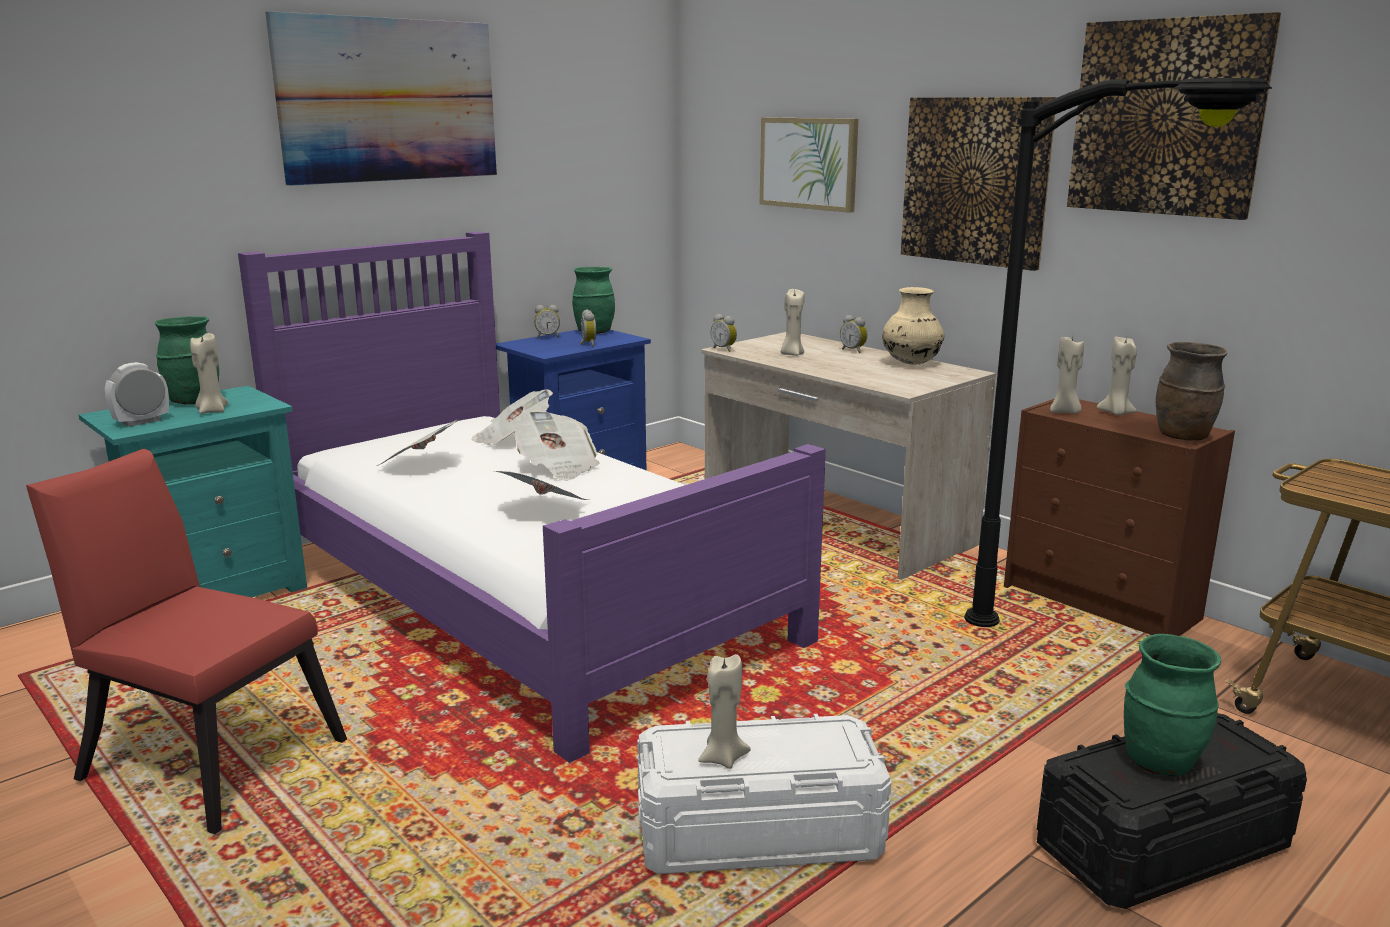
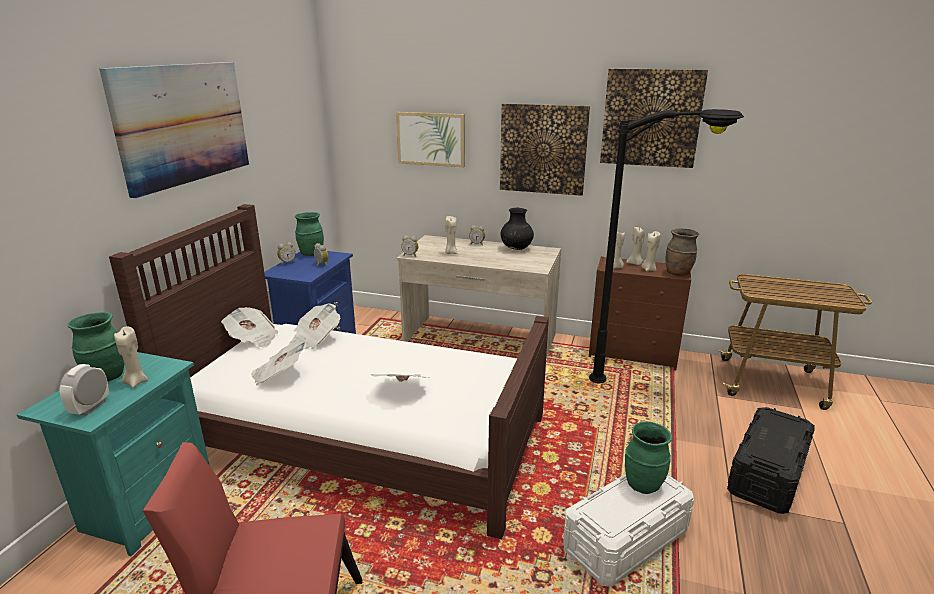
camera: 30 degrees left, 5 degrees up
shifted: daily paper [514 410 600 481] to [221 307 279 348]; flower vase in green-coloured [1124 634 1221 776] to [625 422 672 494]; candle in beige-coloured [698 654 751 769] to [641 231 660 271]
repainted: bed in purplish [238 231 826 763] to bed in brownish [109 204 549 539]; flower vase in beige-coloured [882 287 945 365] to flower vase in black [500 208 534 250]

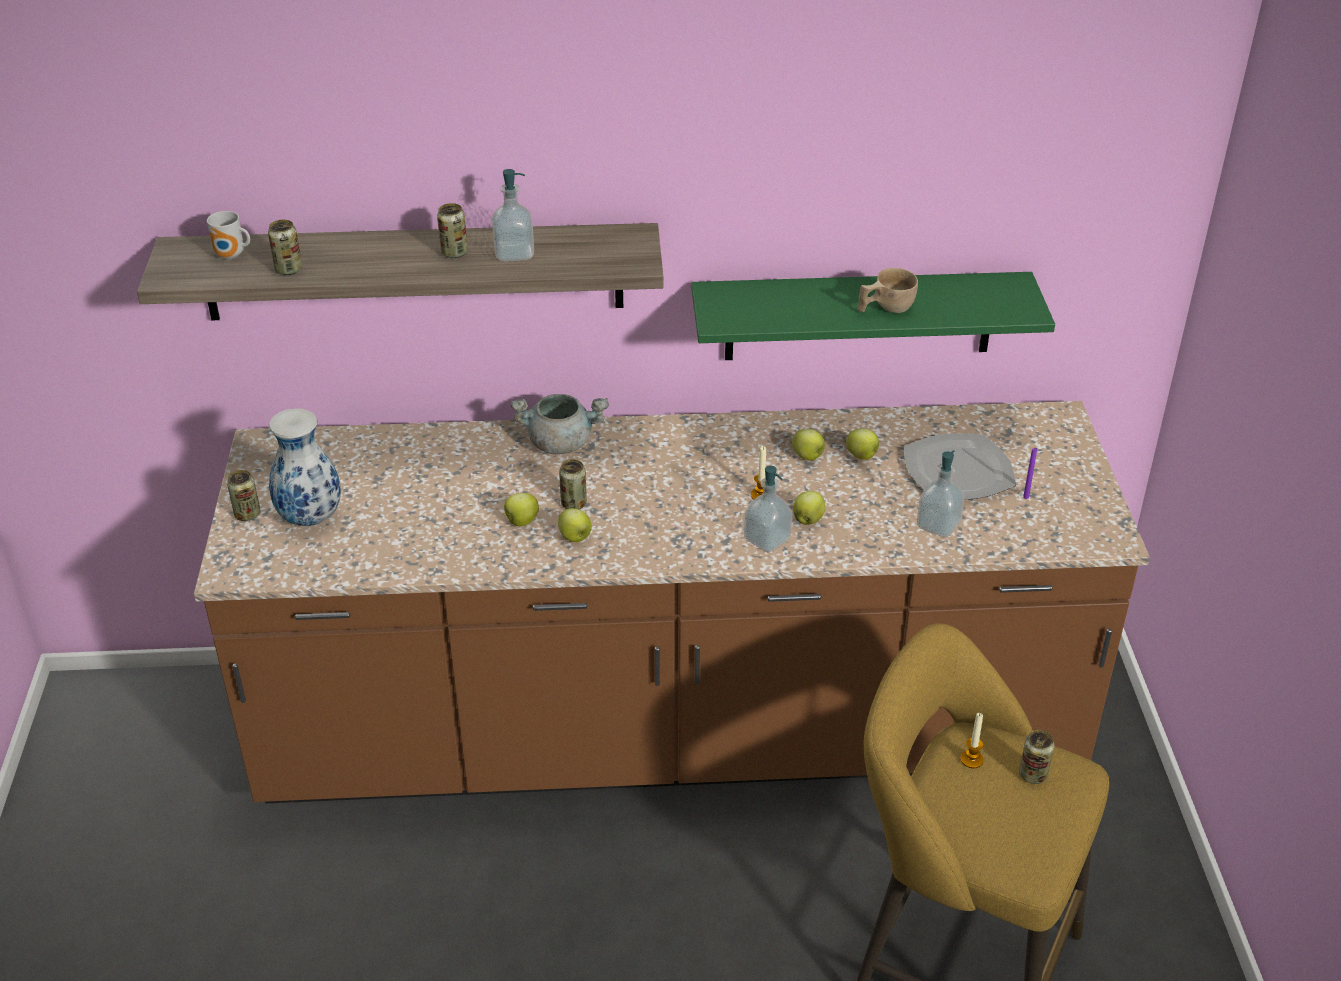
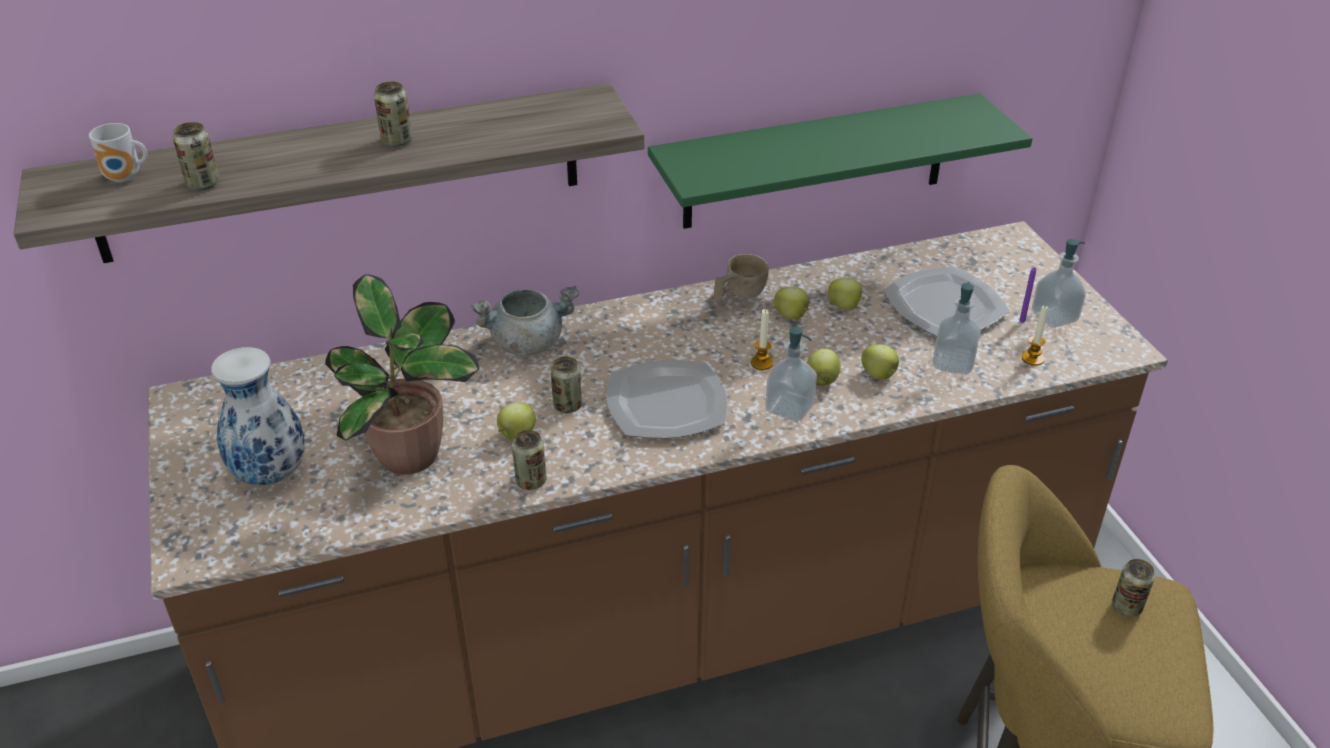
camera: 15 degrees left, 0 degrees up
new: potted plant [325 274 479 475]; flat dish [607 360 728 438]
shifted: can [227 470 261 521] to [512 430 547 490]; drinking cup in beige-coloured [857 268 918 313] to [713 254 769 302]; apple [558 508 592 542] to [862 344 899 379]; candle [960 713 984 768] to [1022 305 1048 366]; soap bottle [492 169 534 262] to [1032 239 1086 328]

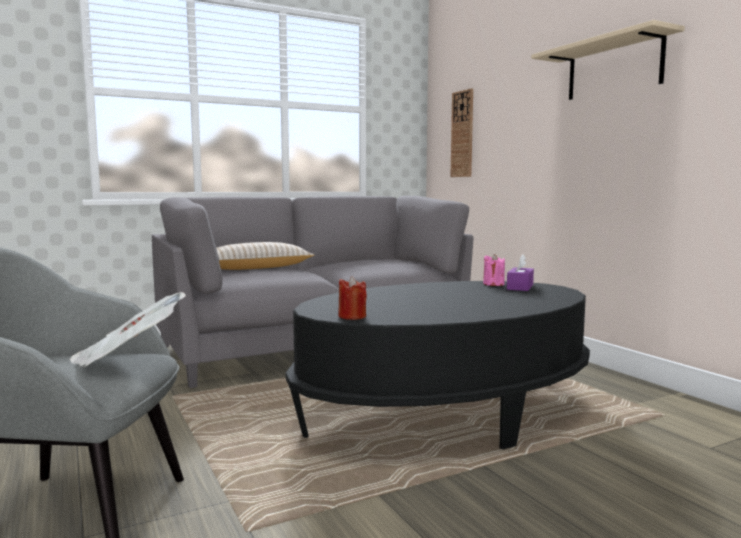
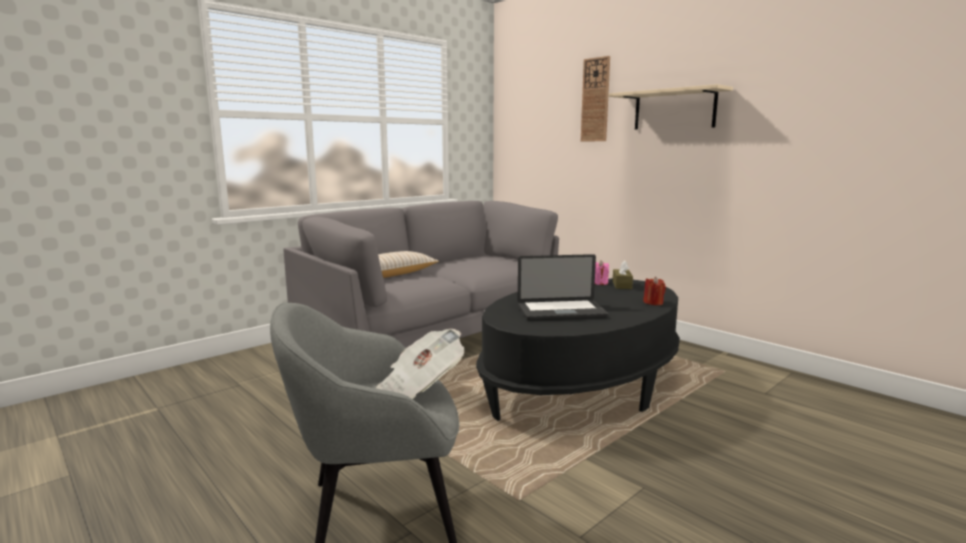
camera: 15 degrees left, 5 degrees up
new: portable computer [518 254 609 321]
shifted: clock on the wall [450 88 473 177] to [581 56 610 141]; candle in reddish [338 276 367 320] to [643 277 666 305]
repainted: box of tissues in purplish [507 254 534 291] to box of tissues in brownish [613 261 633 289]

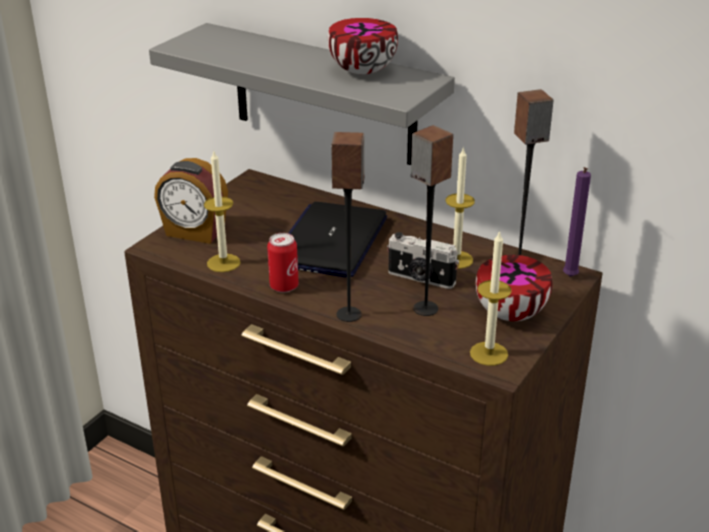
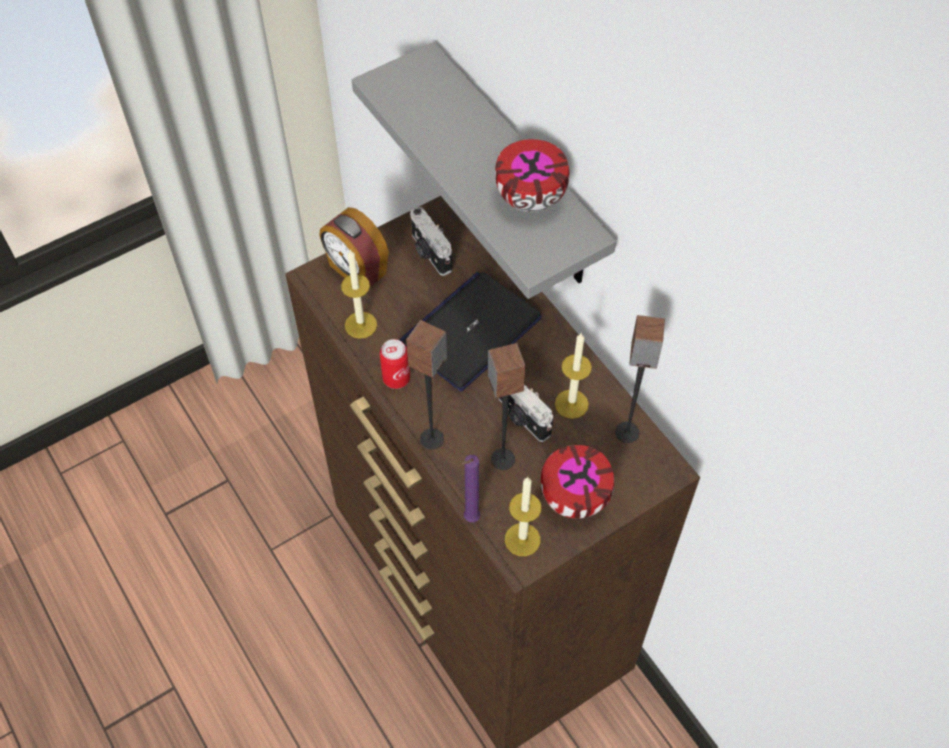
camera: 25 degrees right, 25 degrees up
new: photo camera [410 207 452 276]
shifted: candle in purplish [563 167 591 277] to [461 455 480 522]

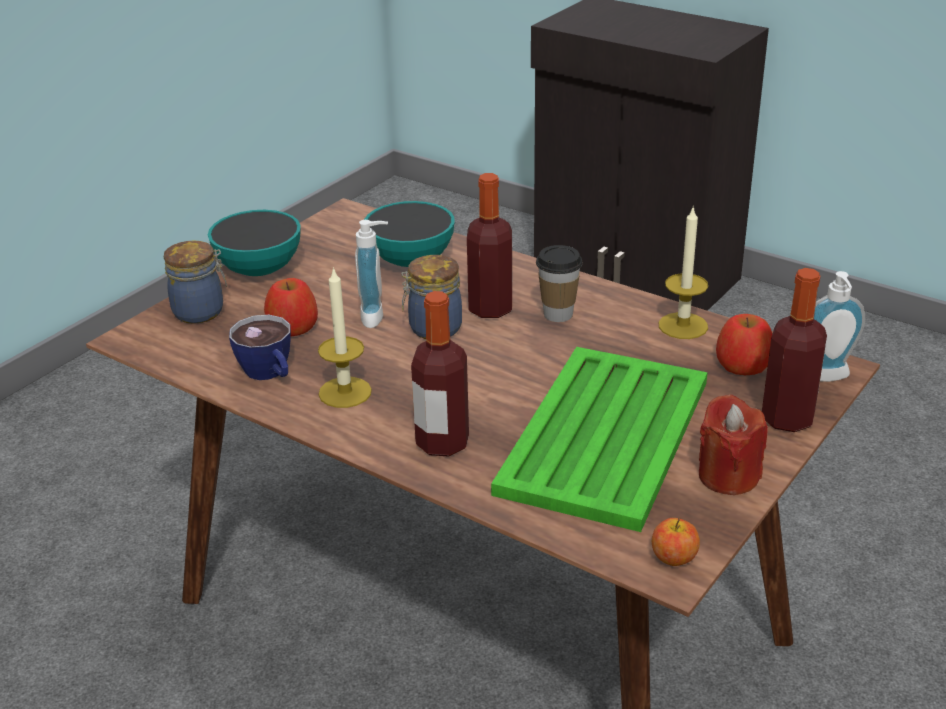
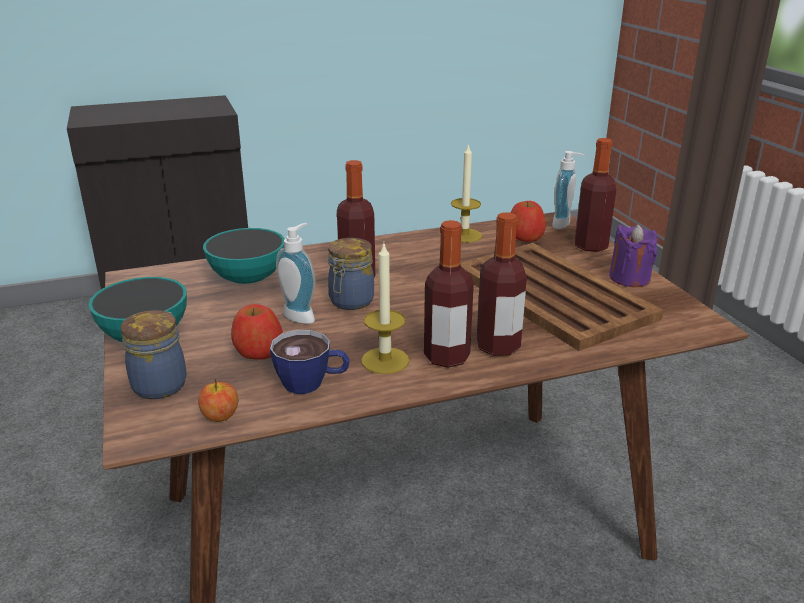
camera: 55 degrees left, 5 degrees down
gone: drinking cup [536 245 583 322]
new: bottle [424 220 474 368]
shifted: apple [652 517 700 566] to [198 379 239 422]
repainted: serving tray in green-coloured [491 347 708 532] to serving tray in brownish [461 243 664 351]; candle in reddish [699 395 768 495] to candle in purplish [609 224 658 287]

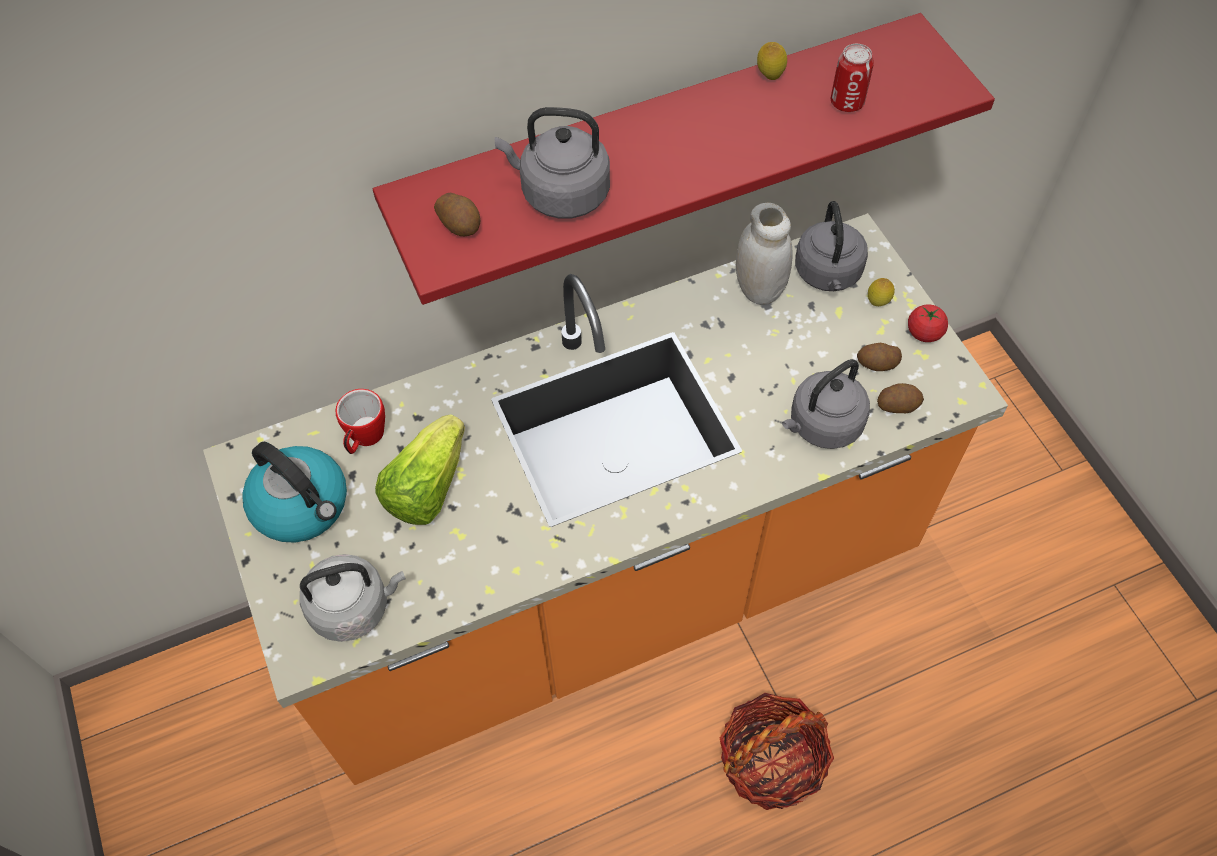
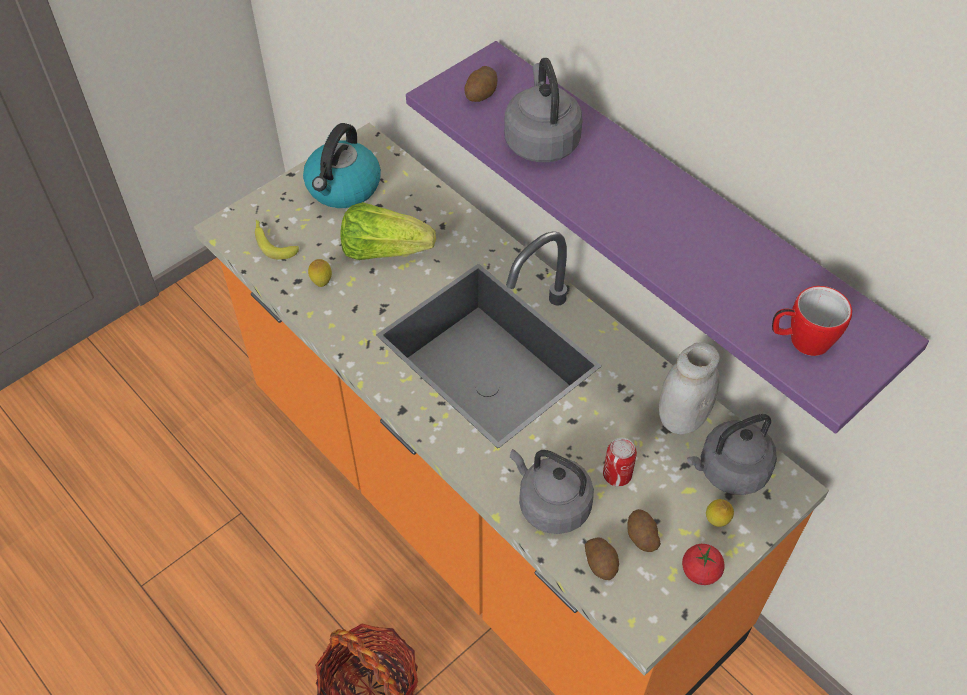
camera: 70 degrees right, 5 degrees down
shifted: lemon [757 42 787 80] to [308 259 332 287]; can [831 44 874 112] to [603 438 637 486]; mug [335 389 385 454] to [772 286 852 356]
swapped: tea kettle in gray [300 554 406 642] to banana [255 220 299 260]
repainted: shelf in reddish [373 13 995 305] to shelf in purplish [406 41 929 434]

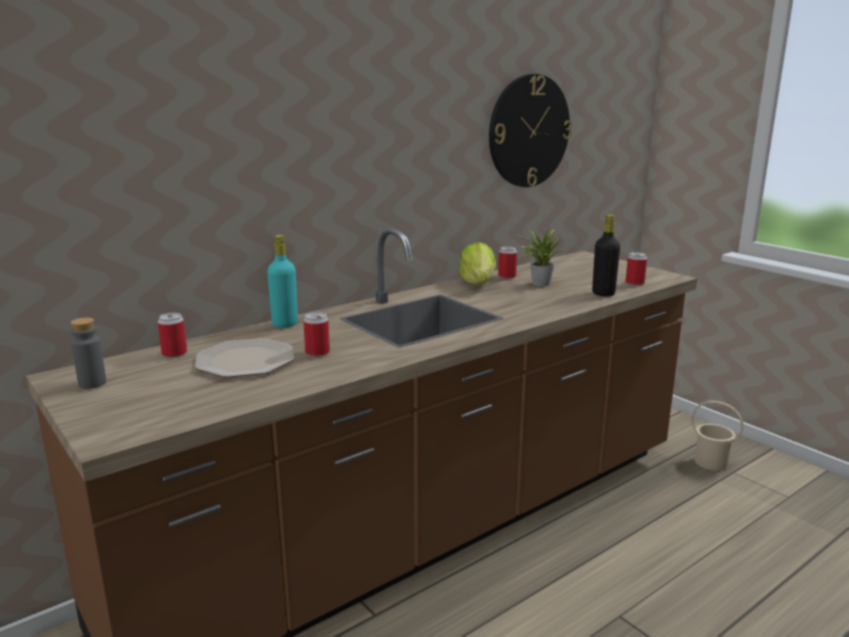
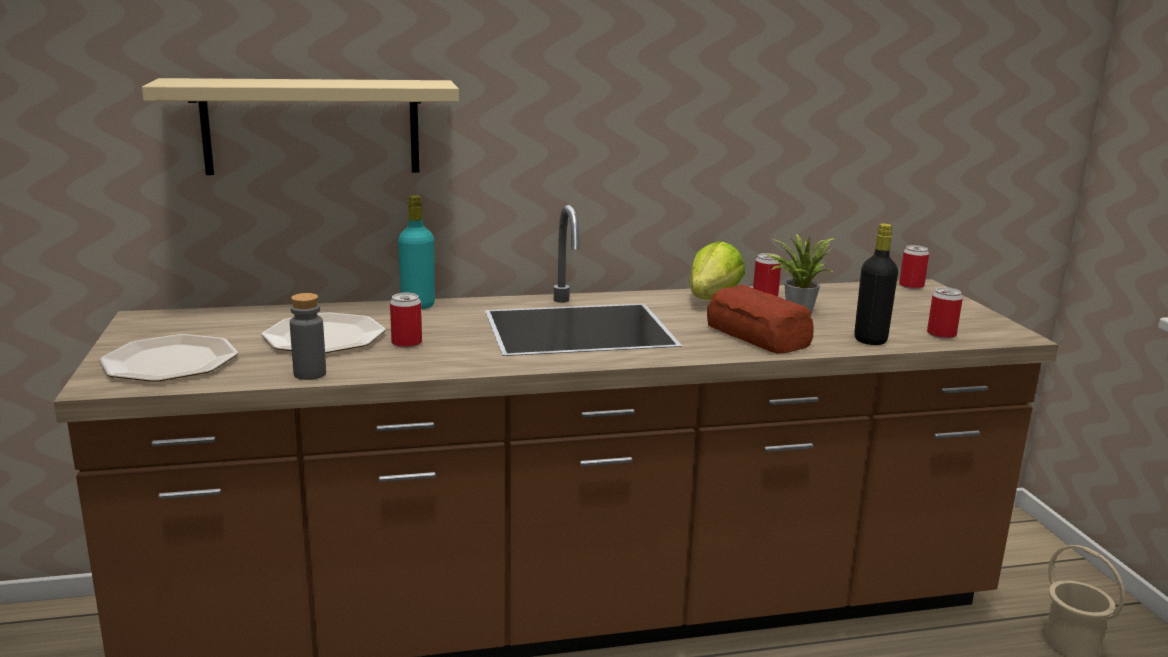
camera: 25 degrees right, 0 degrees up
gone: clock on the wall [489 74 572 187]
new: flat dish [99 334 238 382]; shelf in beige-coloured [142 78 459 175]; baked bread [707 285 814 354]
shifted: bottle in gray [70 318 106 389] to [290 293 326 380]; can [158 313 187 358] to [899 245 929 289]

